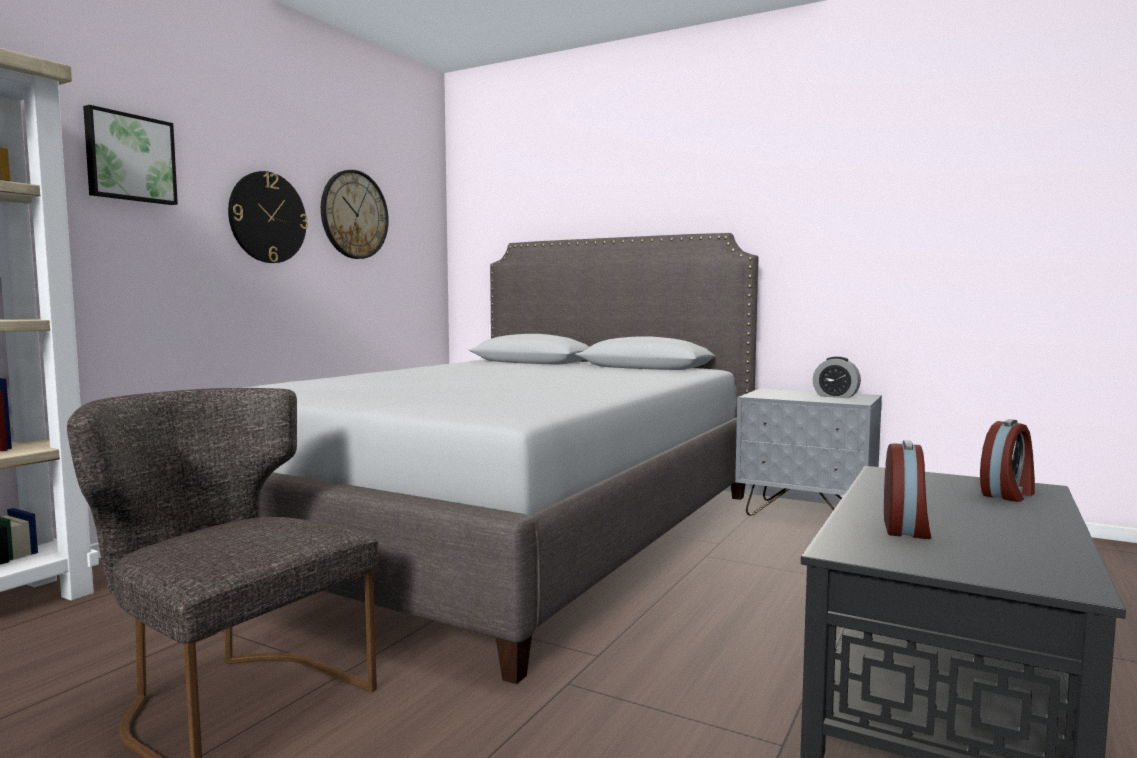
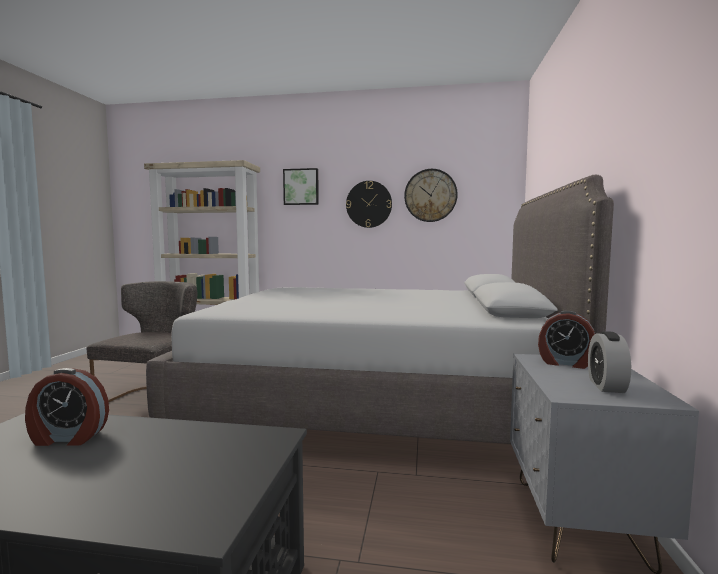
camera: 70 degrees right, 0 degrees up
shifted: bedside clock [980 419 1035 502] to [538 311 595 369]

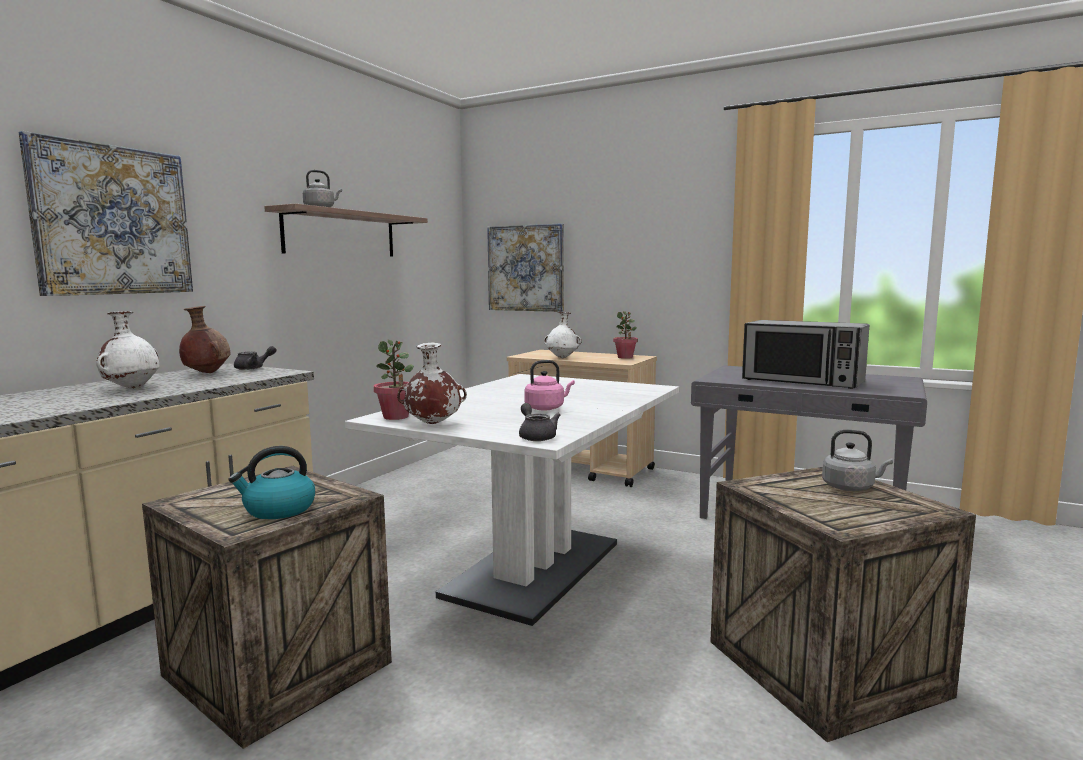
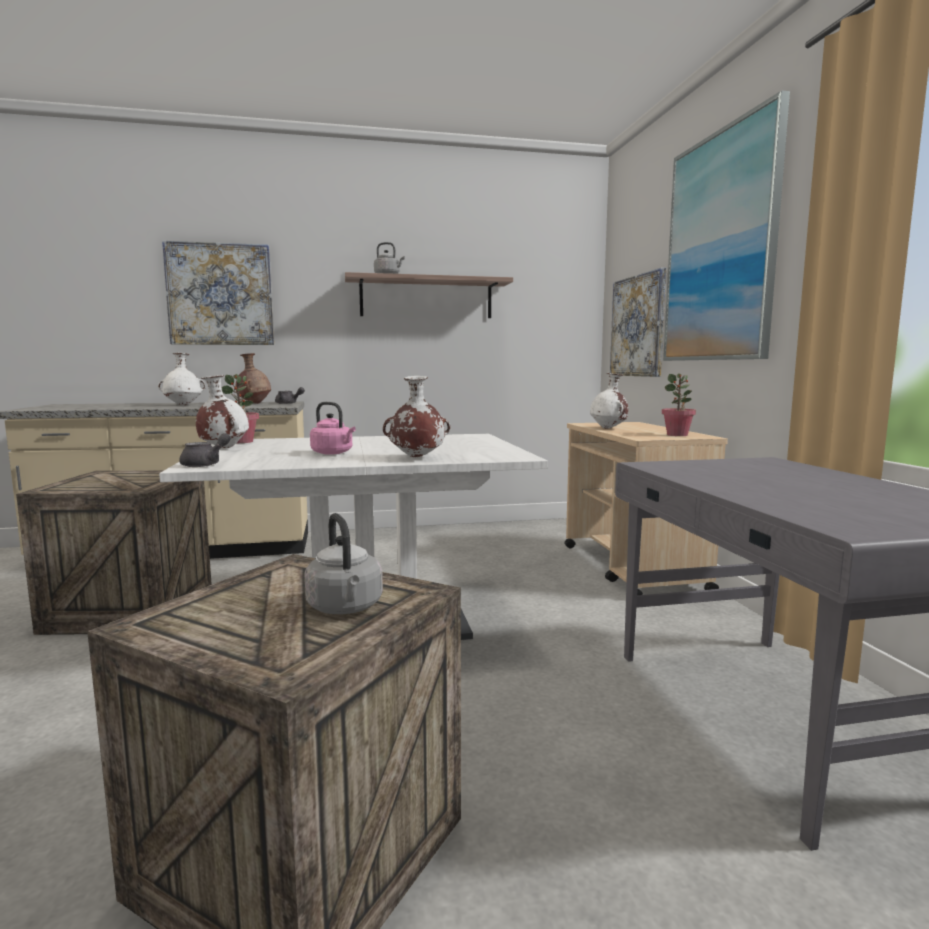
camera: 50 degrees right, 0 degrees up
gone: tea kettle [228 446 315 519]; kitchen microwave [742 320 869 389]
new: flower vase in white [383 376 451 457]; wall art [663 90 790 361]

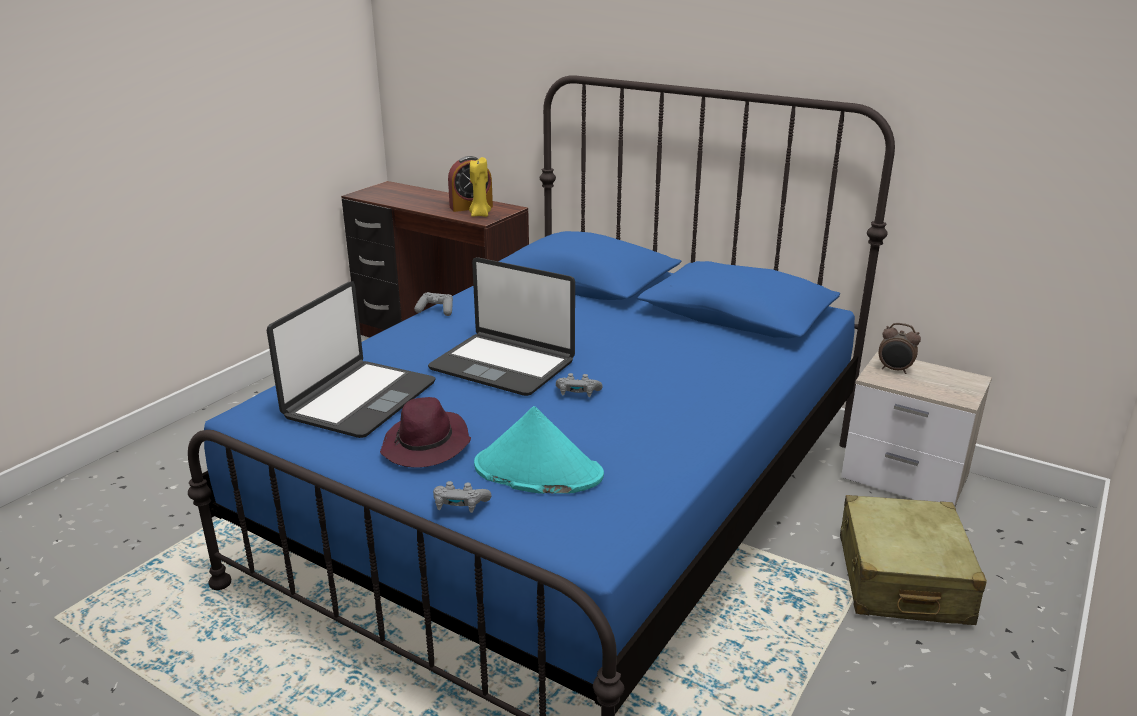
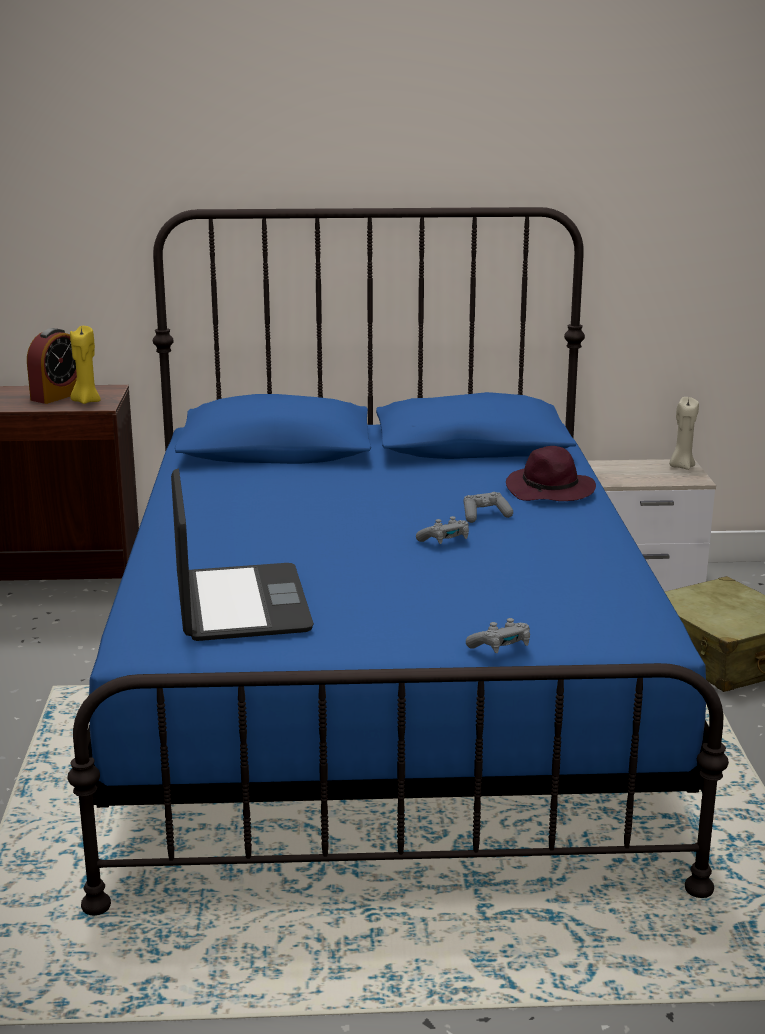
camera: 35 degrees left, 5 degrees down
gone: portable computer [428 257 575 396]; clothing hat in blue-green [474 406 604 494]; bedside clock [879 323 921 374]
new: candle in beige-coloured [669 397 699 470]
shifted: joypad in gray [414 292 453 316] to [463 492 513 523]; clothing hat in purplish [380 397 471 468] to [506 446 596 501]

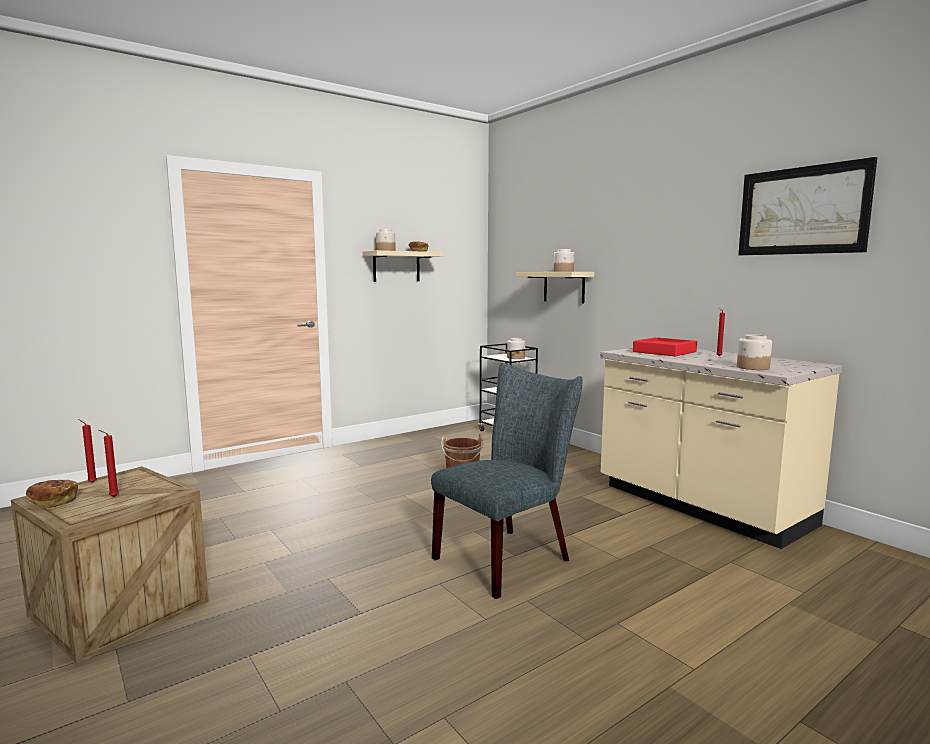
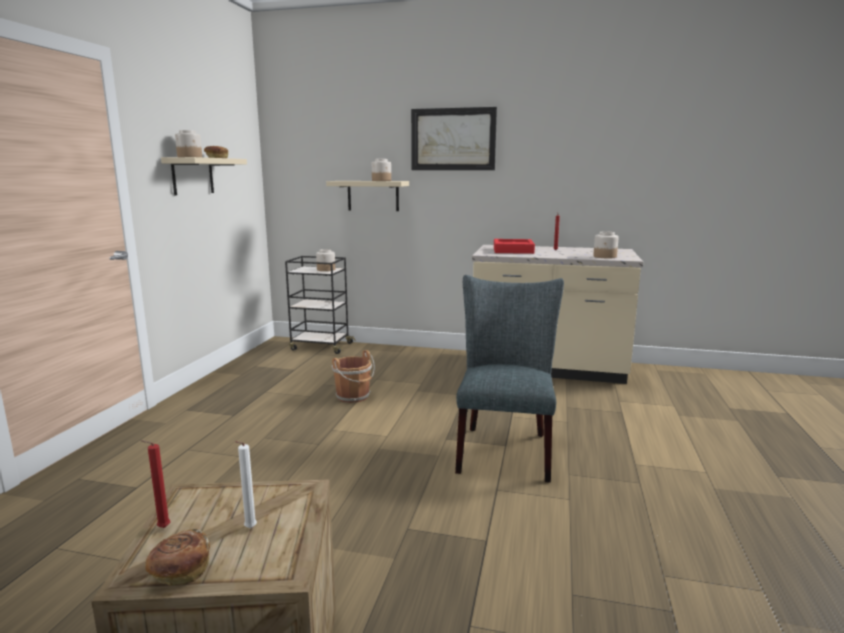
camera: 40 degrees left, 5 degrees up
shifted: wall art [738 157 877 255] to [411 107 497 170]
repainted: candle in reddish [98 430 119 497] to candle in white [235 441 257 528]

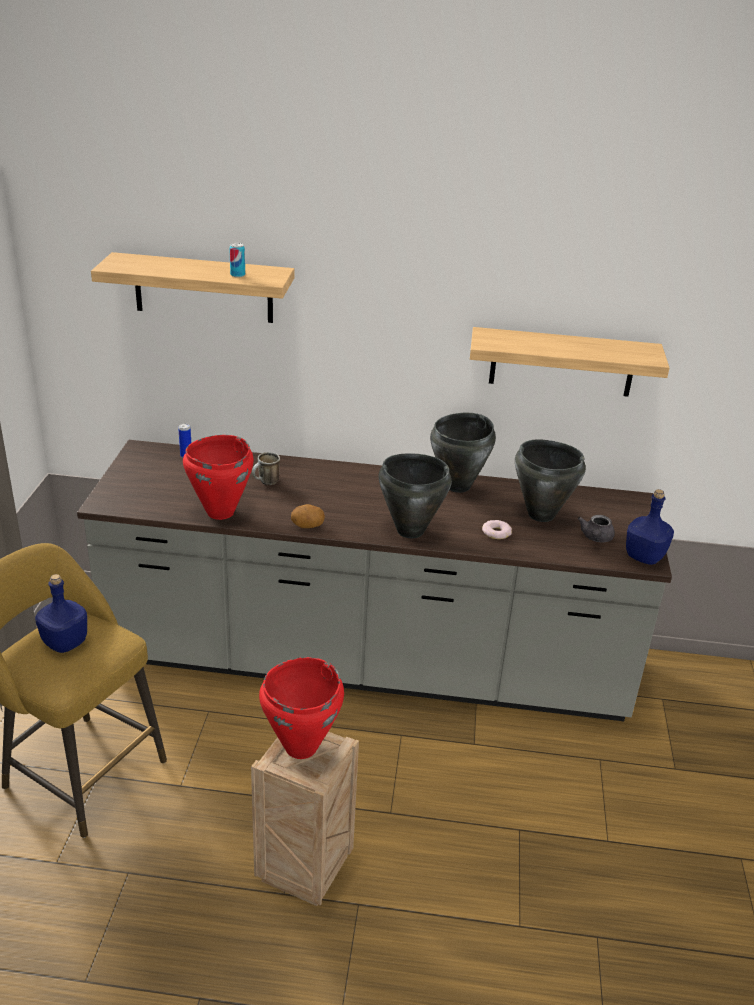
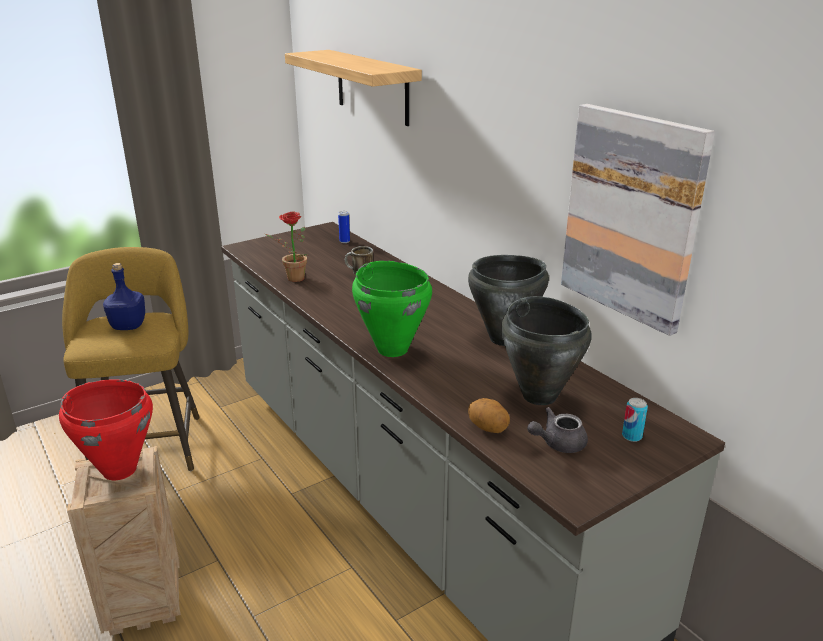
camera: 50 degrees right, 5 degrees down
gone: ring doughnut [482 520 512 539]; bottle in blue [626 489 674 565]
shifted: potato [291 504 325 528] to [468 398 510 433]; can [229 243 245 277] to [622 398 648 442]
swapped: saucepot in reddish [183 435 254 520] to potted plant [265 212 307 282]; shelf [470 327 670 397] to wall art [561 104 715 336]
repainted: saucepot in black [379 453 452 538] to saucepot in green-coloured [352 261 432 357]

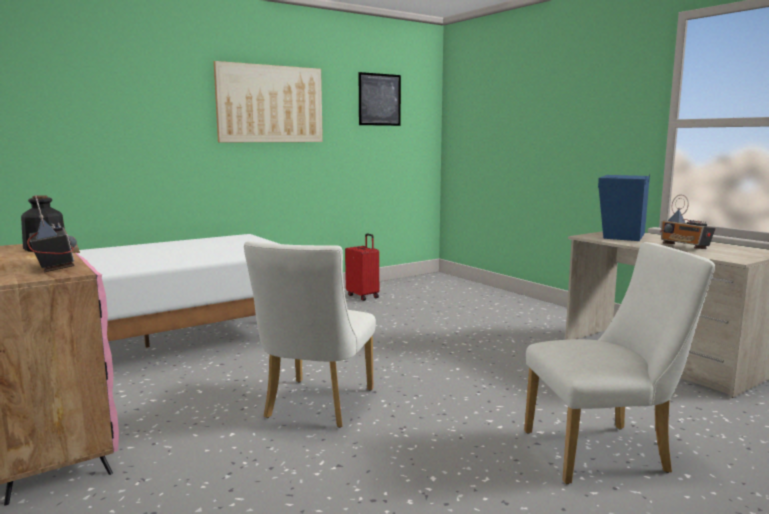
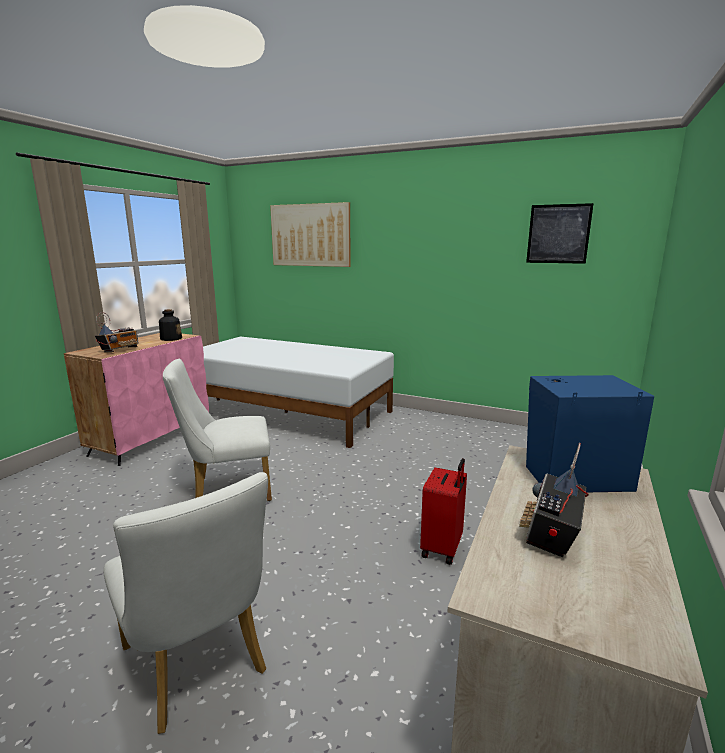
camera: 60 degrees right, 5 degrees up
shifted: wall art [214 61 323 142] to [270 202 351 267]; suitcase in reddish [345 233 379 301] to [420 458 467 565]

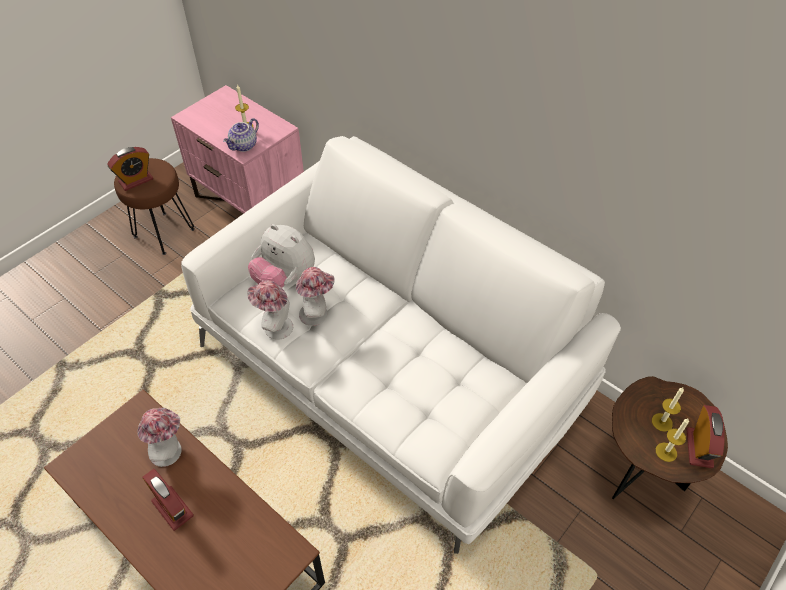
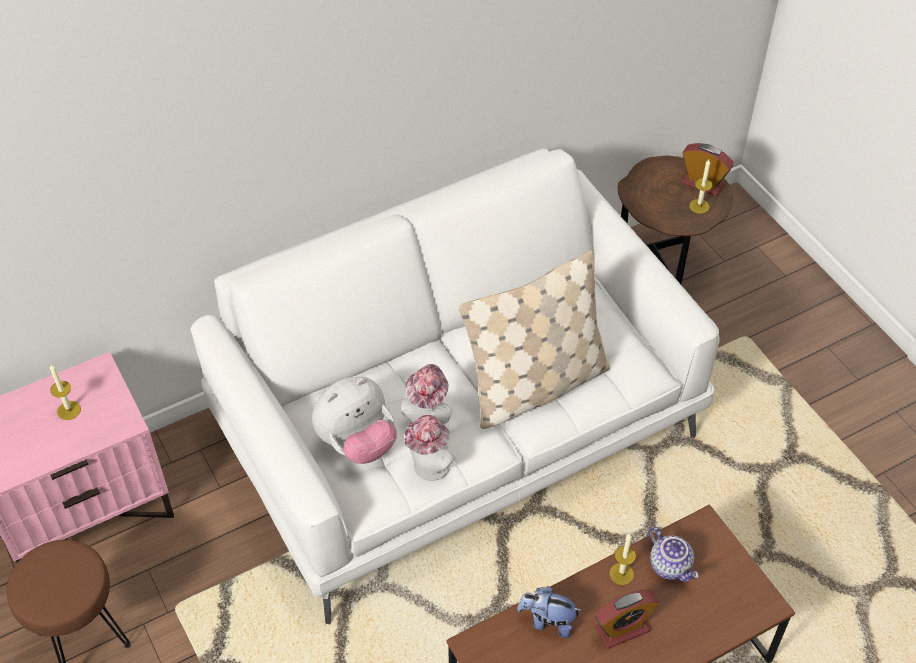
camera: 70 degrees left, 0 degrees up
gone: bedside clock [107 147 153 191]
new: pillow in beige-coloured [459 250 610 429]
shifted: candle [652 387 684 432] to [610 533 636 585]; teapot [223 118 259 152] to [649 527 699 582]
swapped: clothing hat [137 408 182 467] to soft toy [517 586 582 638]

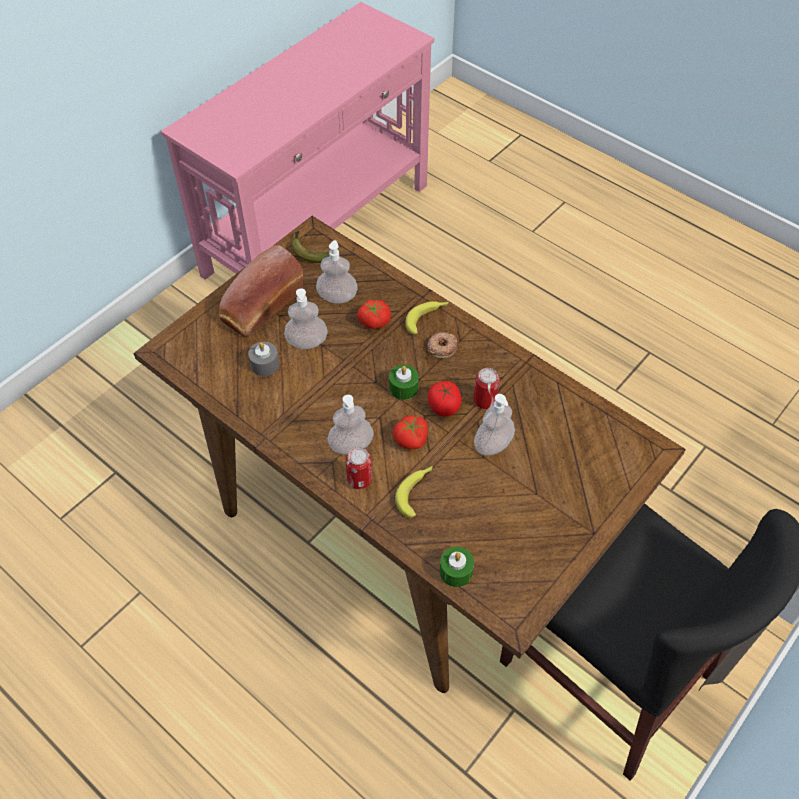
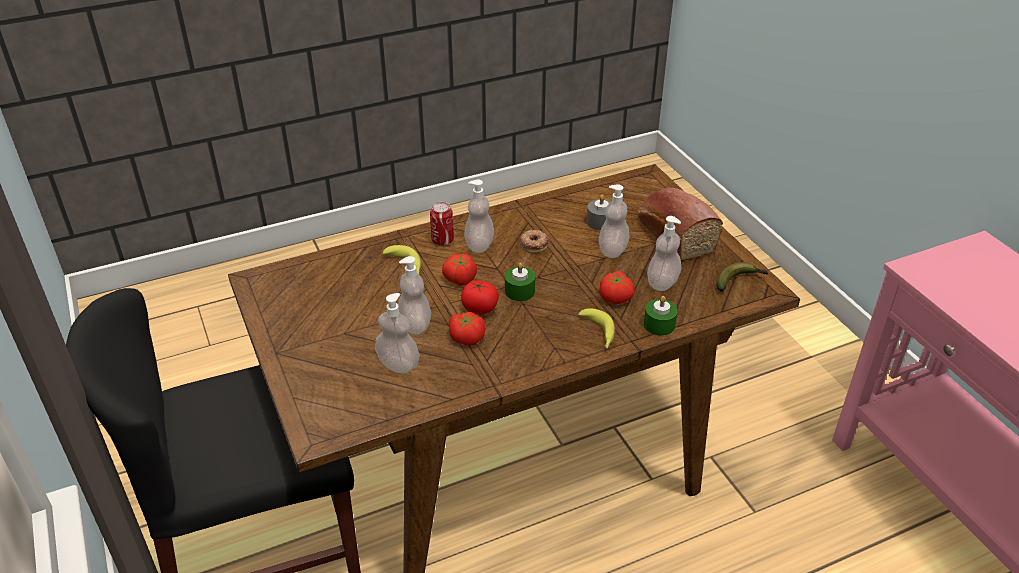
camera: 115 degrees right, 15 degrees down
new: soap bottle [375 293 420 373]
shifted: ring doughnut [427 332 458 359] to [520 230 549 253]; candle in green-coloured [440 547 474 587] to [644 296 678 336]
swapped: can [473 368 500 409] to tomato [448 312 486 346]

